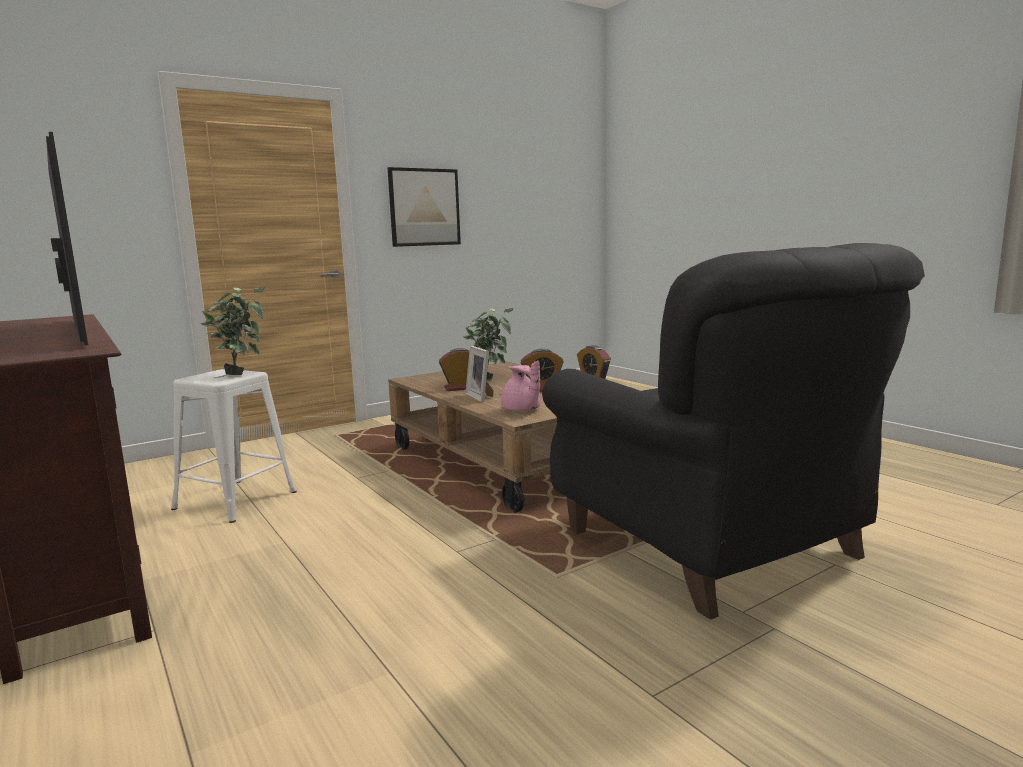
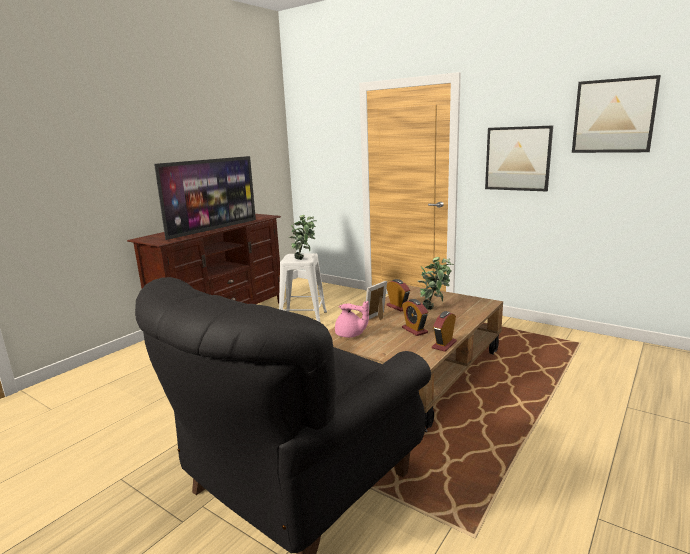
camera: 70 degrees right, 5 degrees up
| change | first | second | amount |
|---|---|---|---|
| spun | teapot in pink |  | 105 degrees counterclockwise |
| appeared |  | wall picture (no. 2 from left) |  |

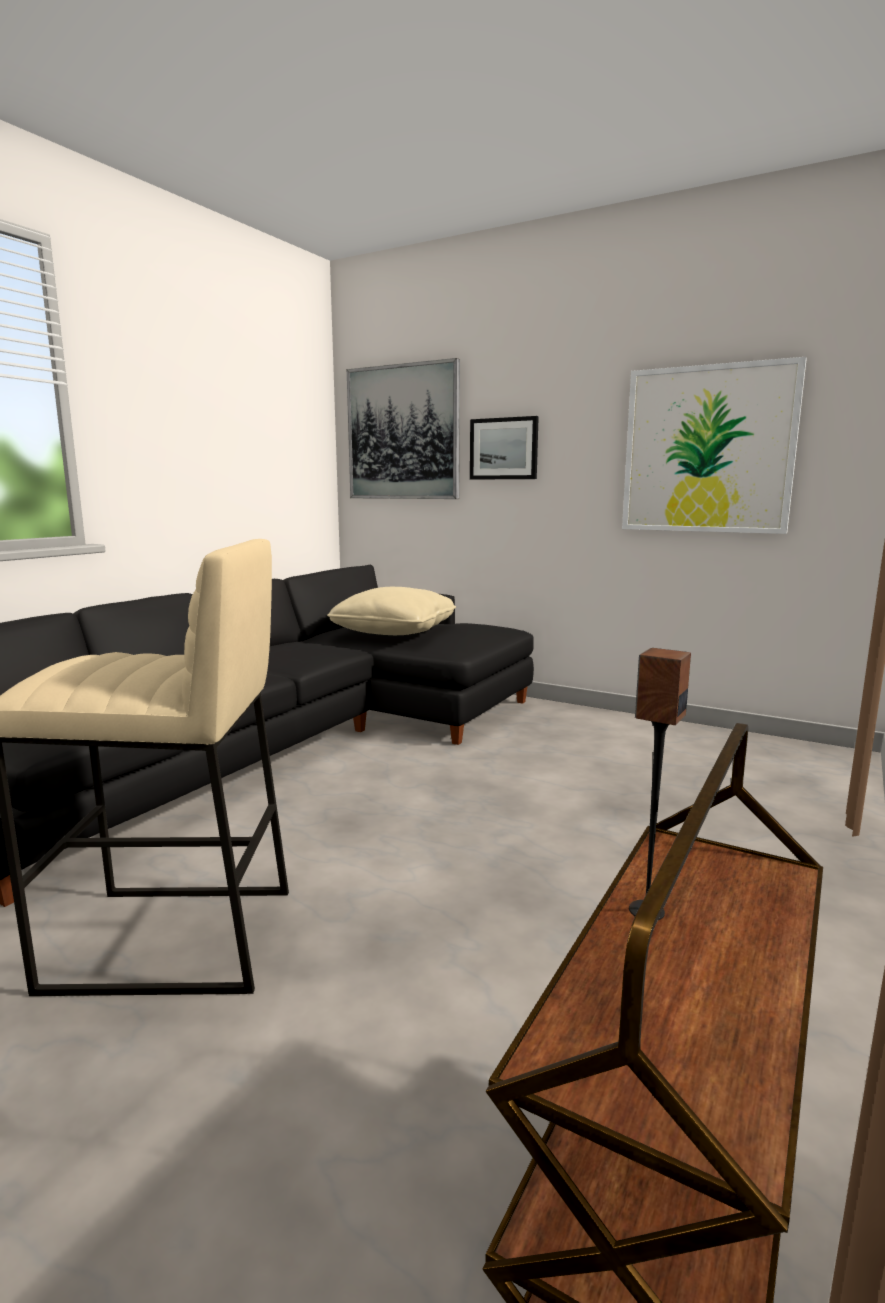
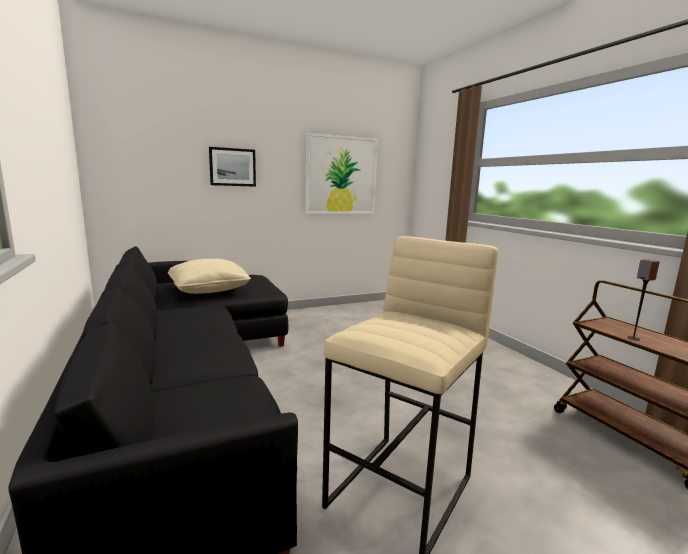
camera: 55 degrees left, 0 degrees up
| change | first | second | amount |
|---|---|---|---|
| missing | wall picture (no. 1 from left) |  |  |

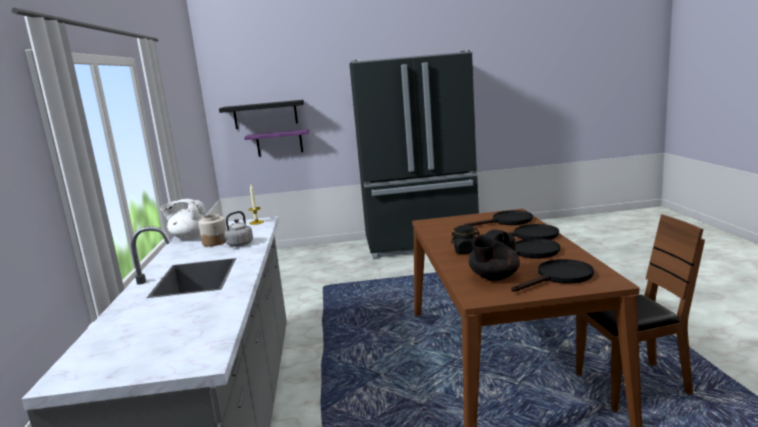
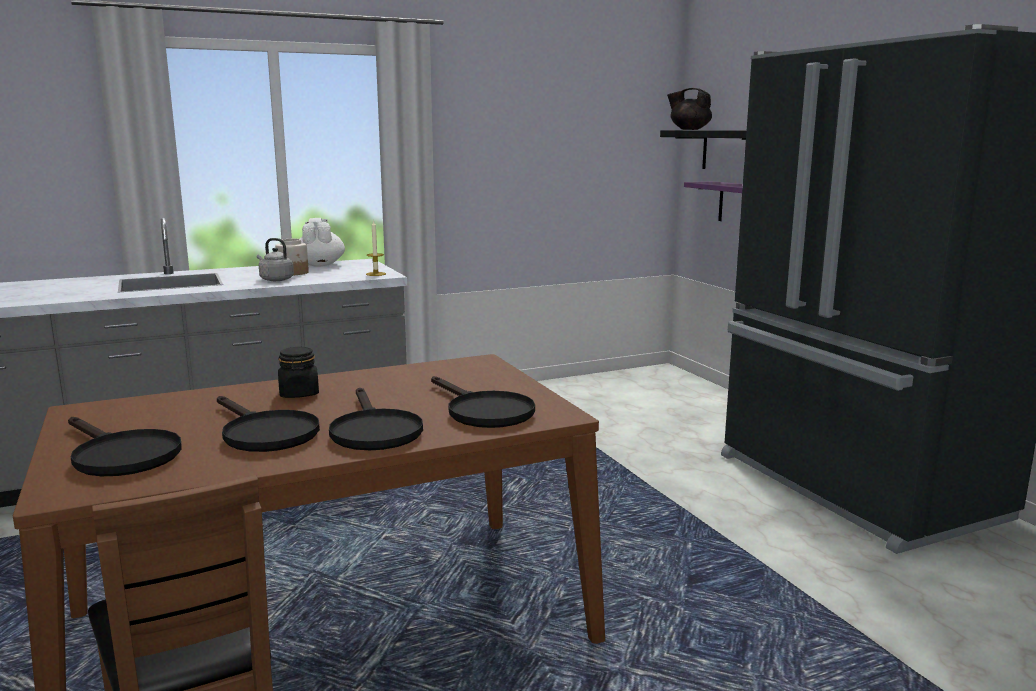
camera: 70 degrees right, 0 degrees up
| change | first | second | amount |
|---|---|---|---|
| relocated | teapot in black-coloured |  |  |

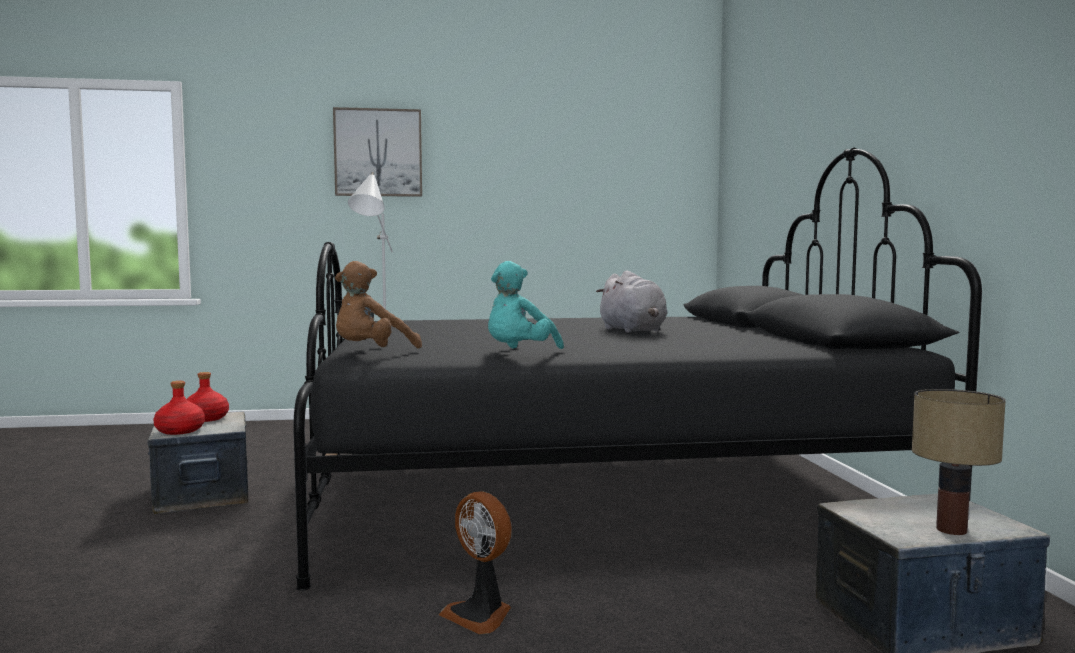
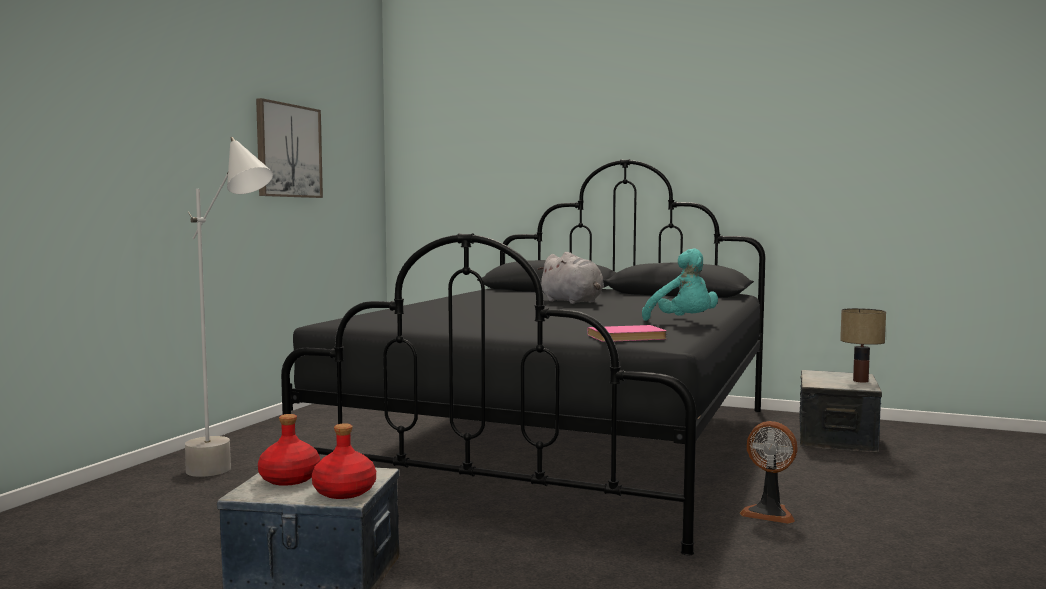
camera: 60 degrees left, 0 degrees up
| change | first | second | amount |
|---|---|---|---|
| relocated | wall picture |  |  |
| exchanged | cuddly toy in brown | book in pink |  |
| spun | cuddly toy in greyish |  | 45 degrees clockwise |
| spun | fan |  | 45 degrees clockwise |

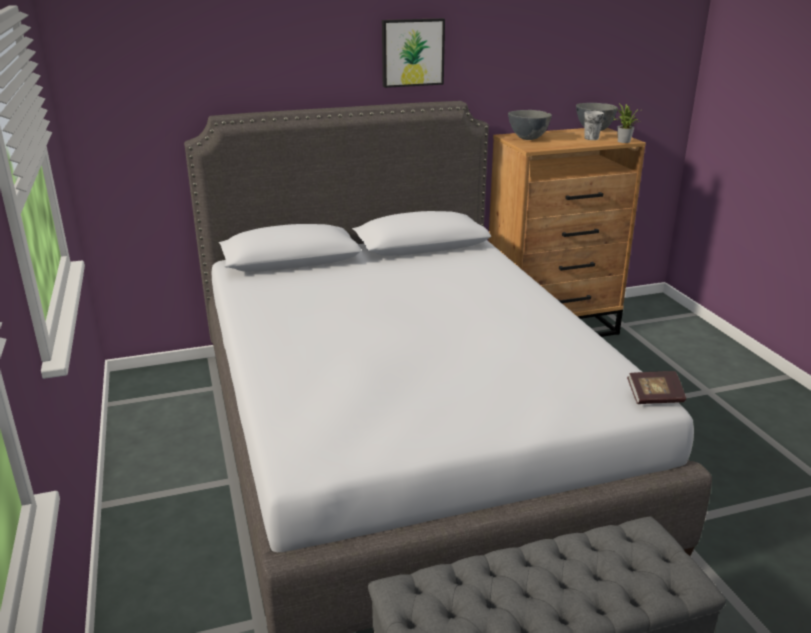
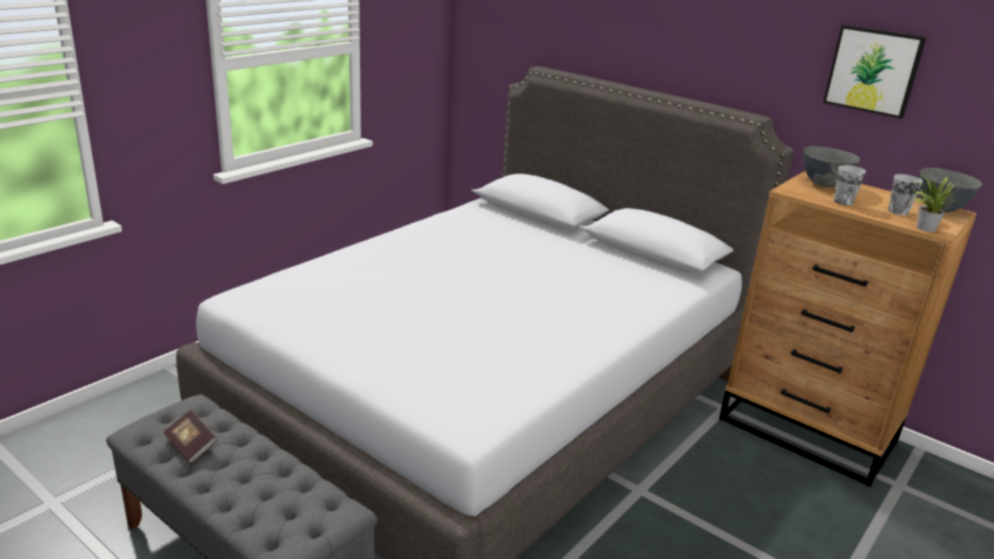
camera: 55 degrees right, 0 degrees up
| change | first | second | amount |
|---|---|---|---|
| relocated | wall picture |  |  |
| relocated | book |  |  |
| appeared |  | cup (no. 1 from left) |  |

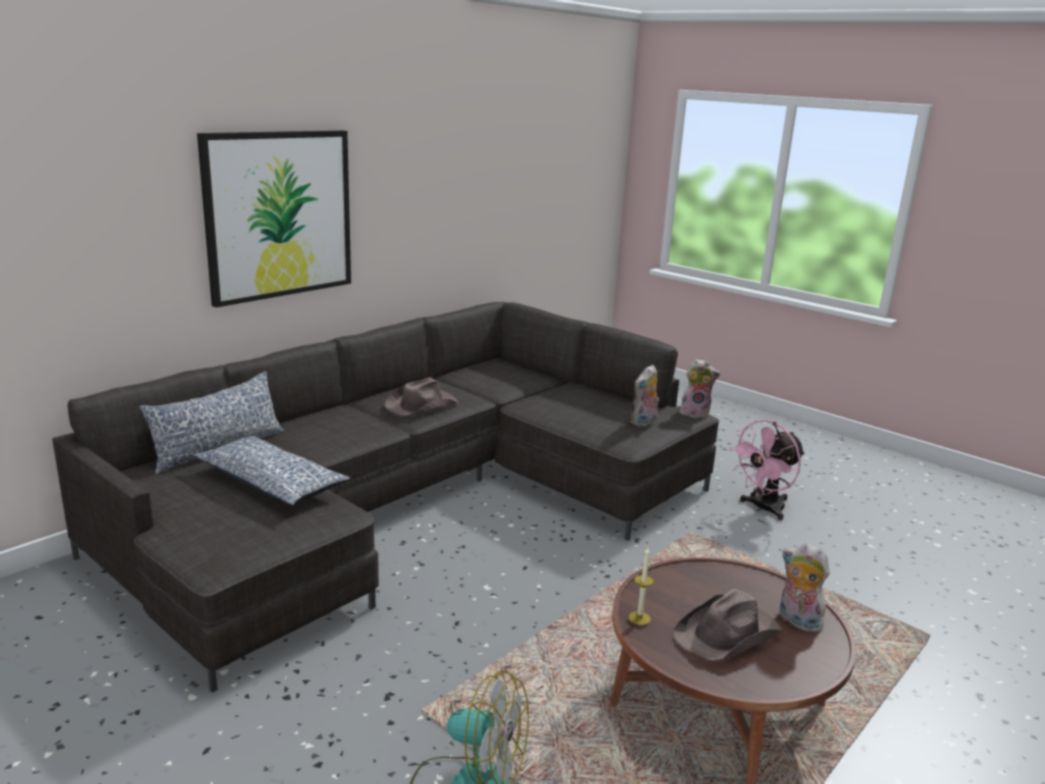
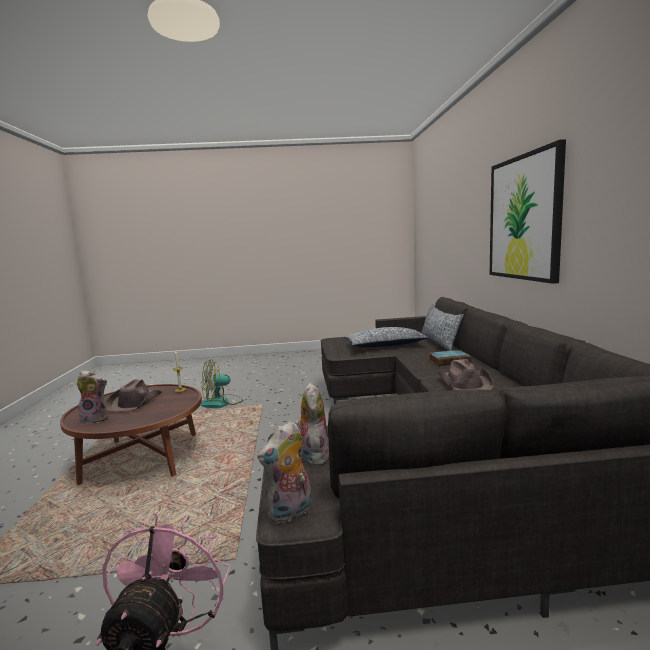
camera: 135 degrees right, 10 degrees down
| change | first | second | amount |
|---|---|---|---|
| appeared |  | book |  |

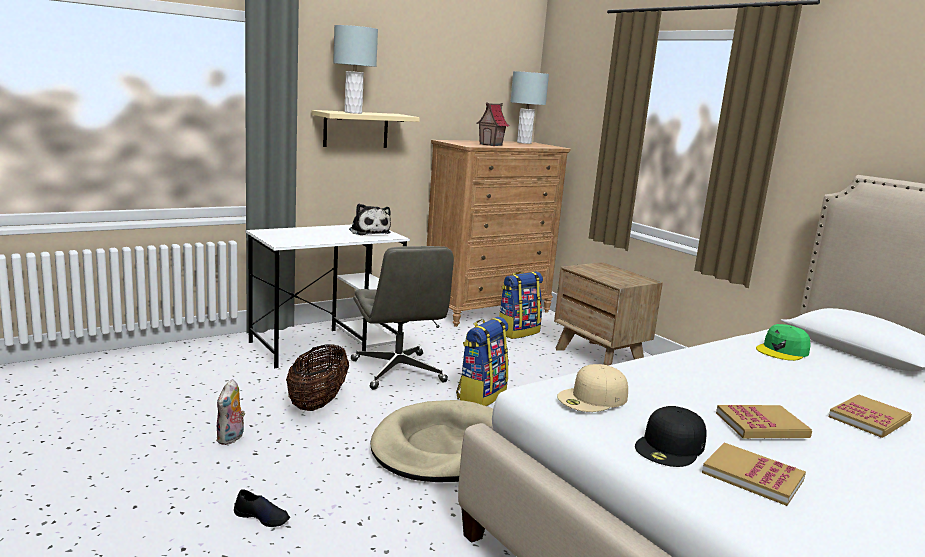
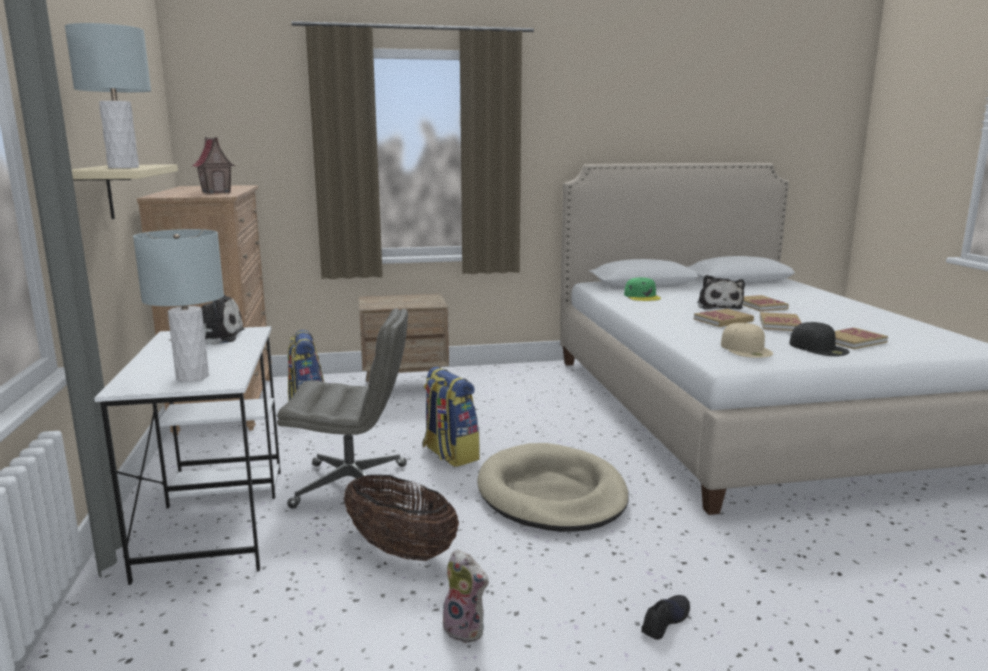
camera: 65 degrees left, 0 degrees up
| change | first | second | amount |
|---|---|---|---|
| relocated | table lamp in greyish (no. 2 from left) |  |  |
| appeared |  | cuddly toy (no. 3 from left) |  |
| appeared |  | book (no. 1 from left) |  |

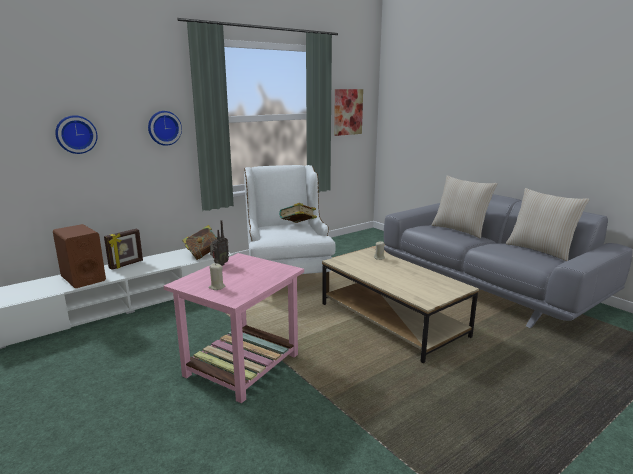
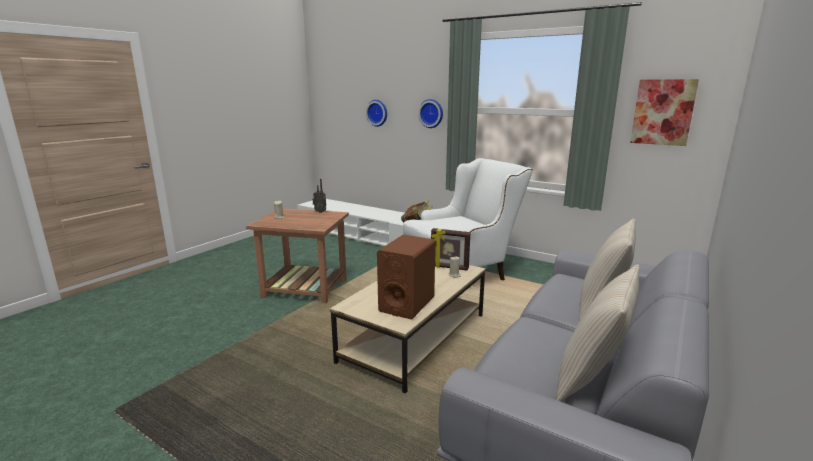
camera: 70 degrees right, 0 degrees up
| change | first | second | amount |
|---|---|---|---|
| missing | book (no. 2 from left) |  |  |
| relocated | loudspeaker in brown |  |  |
| relocated | picture frame |  |  |
| colour | side table in pink | side table in brown |  |

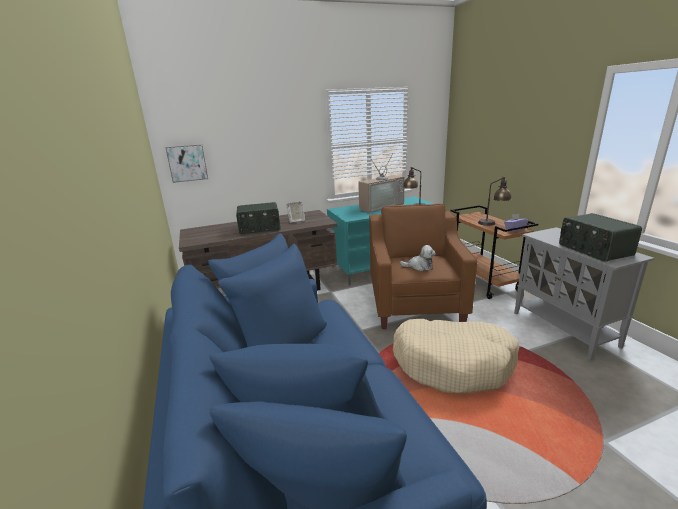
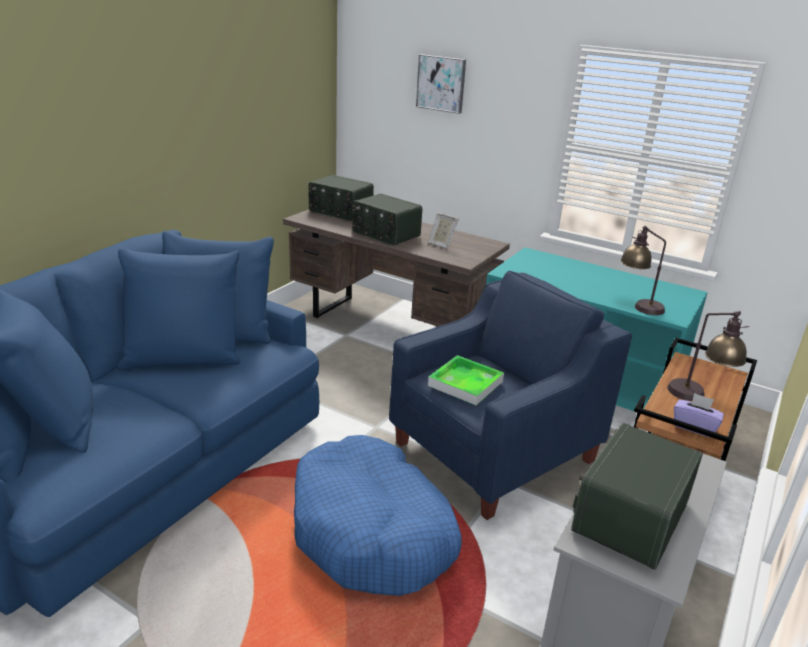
camera: 50 degrees right, 5 degrees up
| change | first | second | amount |
|---|---|---|---|
| relocated | wall picture |  |  |
| missing | television |  |  |
| colour | armchair in brown | armchair in blue |  |
| exchanged | cuddly toy | serving tray |  |
| colour | dog bed in beige | dog bed in blue |  |
| appeared |  | radio receiver (no. 1 from left) |  |

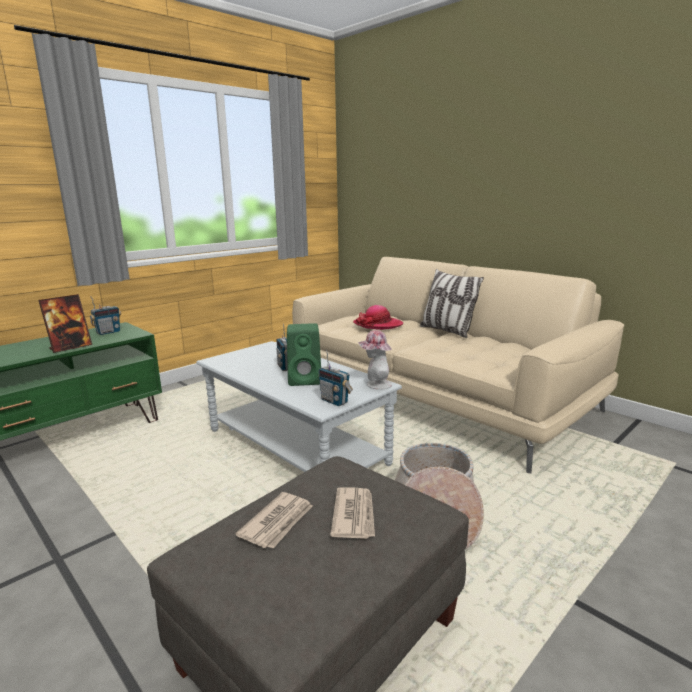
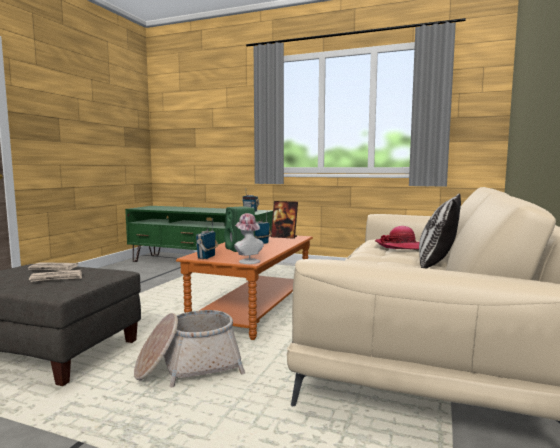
camera: 65 degrees right, 10 degrees down
| change | first | second | amount |
|---|---|---|---|
| relocated | picture frame |  |  |
| colour | coffee table in greyish | coffee table in orange |  |

